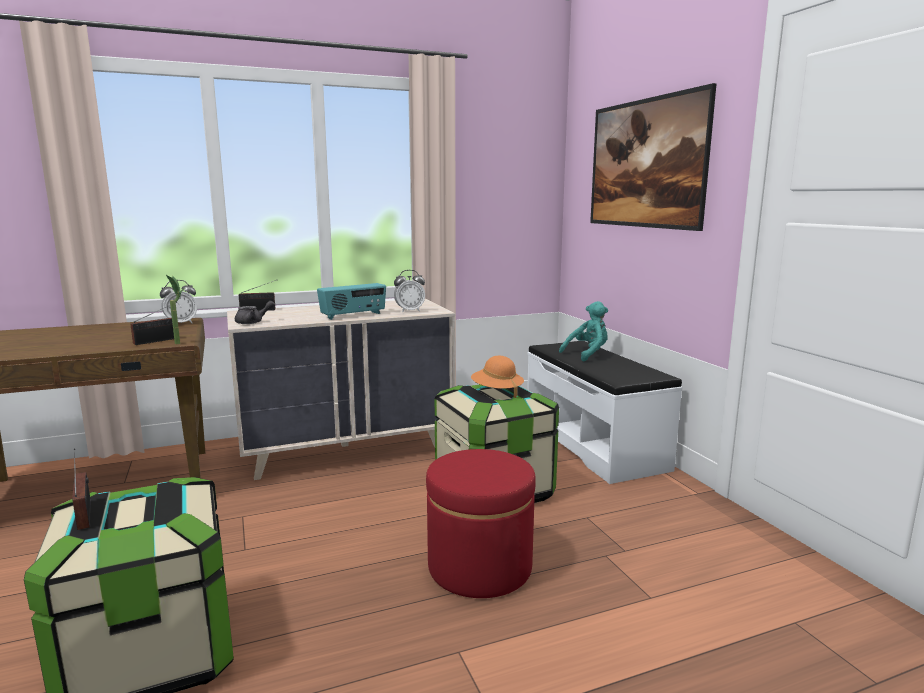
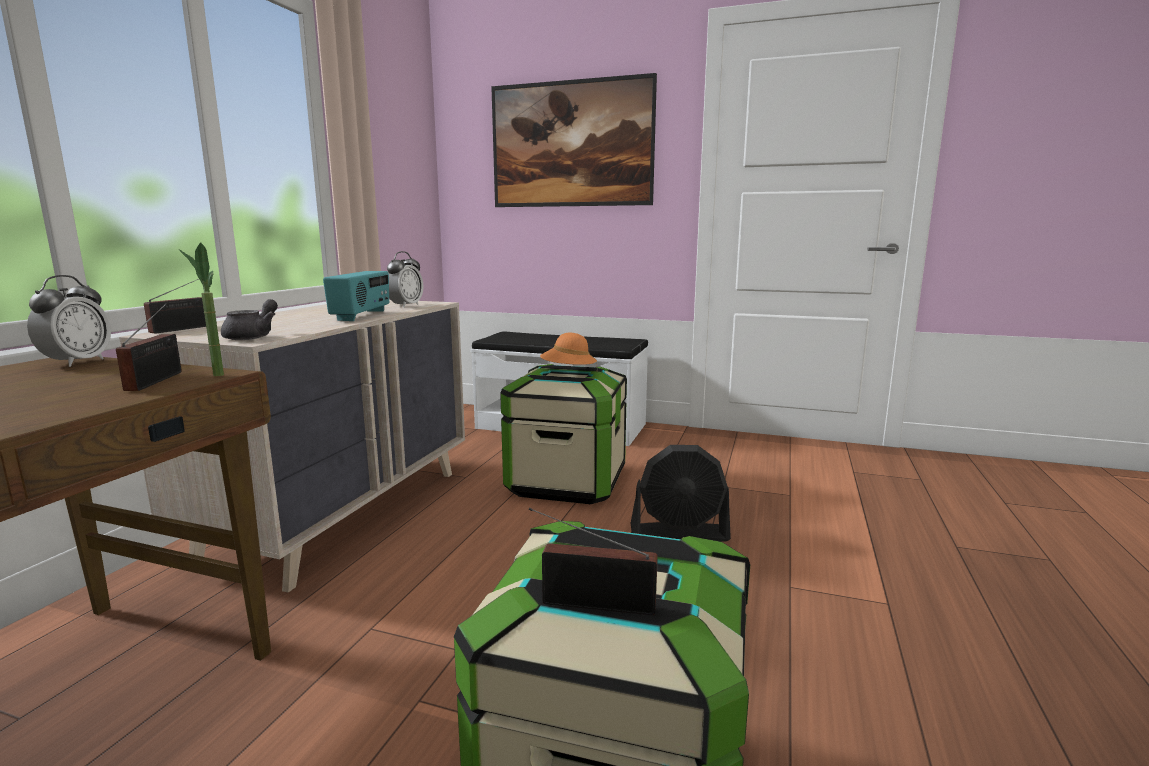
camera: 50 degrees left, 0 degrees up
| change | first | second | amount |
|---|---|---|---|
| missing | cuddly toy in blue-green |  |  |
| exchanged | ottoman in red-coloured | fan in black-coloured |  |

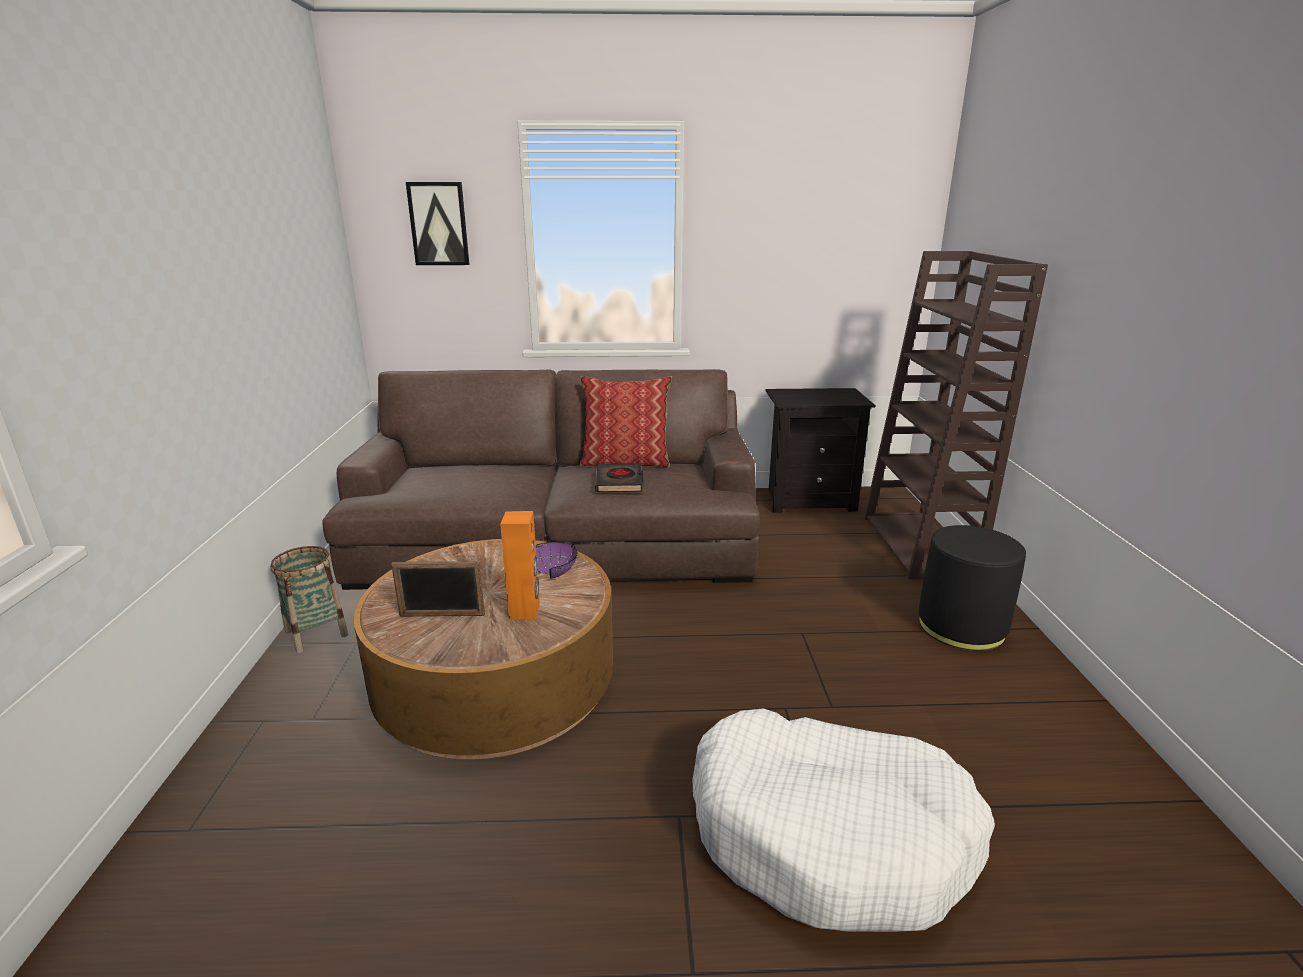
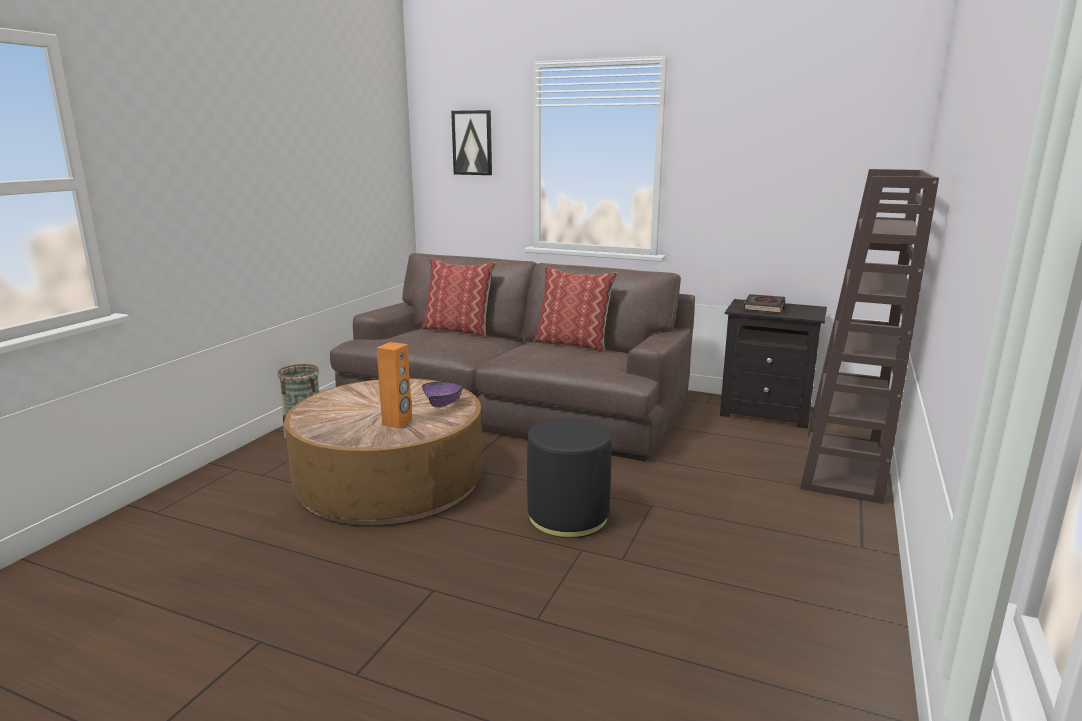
camera: 25 degrees right, 5 degrees down
| change | first | second | amount |
|---|---|---|---|
| relocated | book in black-coloured |  |  |
| relocated | ottoman in black-coloured |  |  |
| missing | picture frame |  |  |
| missing | dog bed in white-coloured |  |  |
| appeared |  | pillow (no. 1 from left) |  |

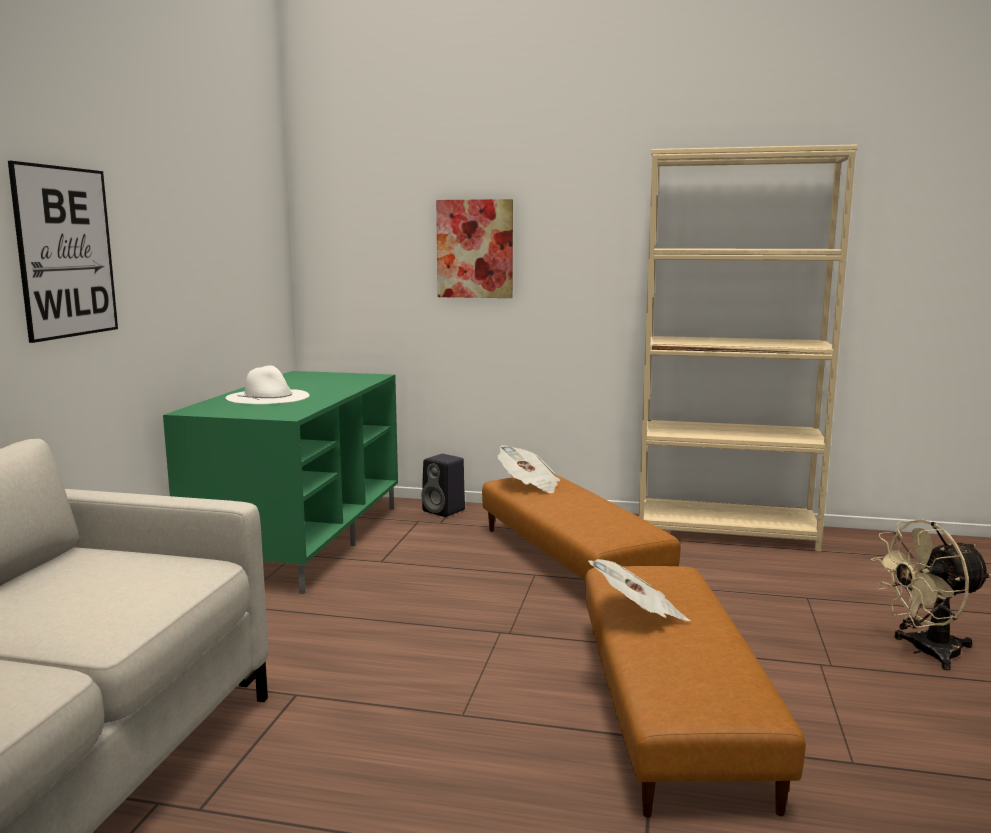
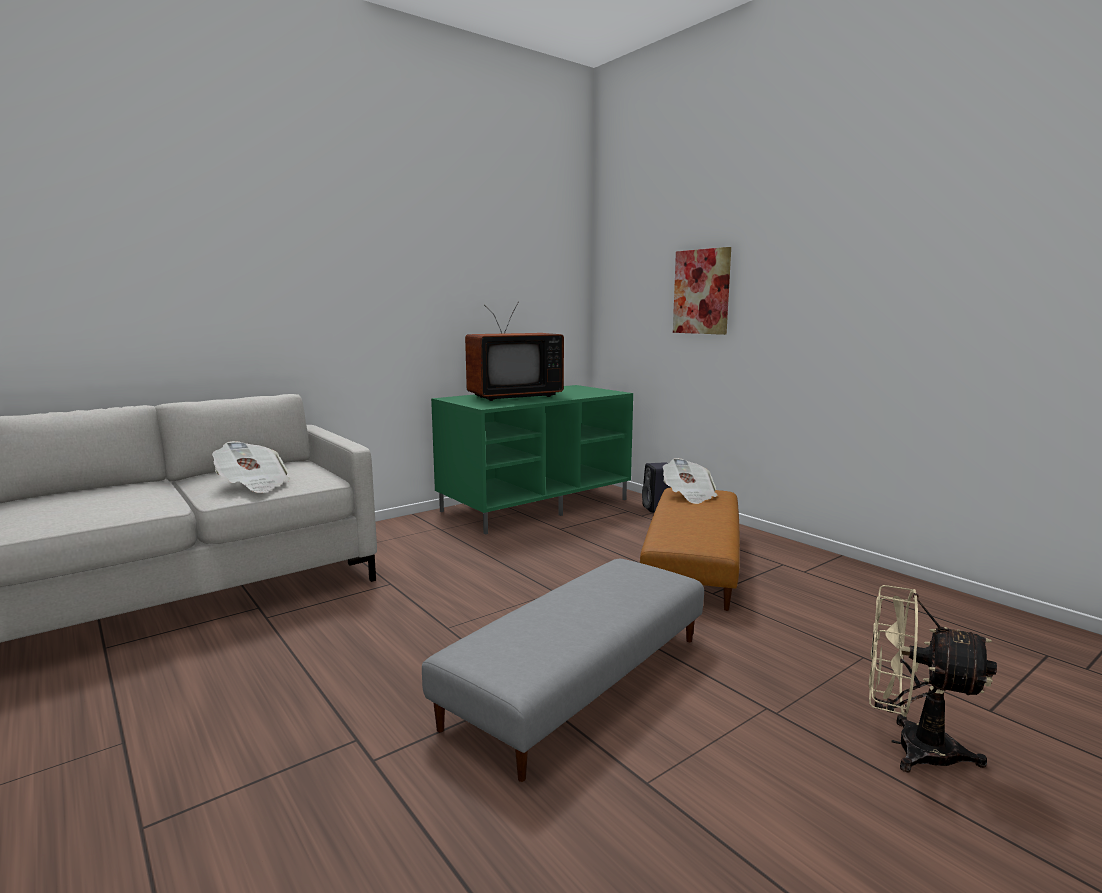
camera: 40 degrees right, 0 degrees up
| change | first | second | amount |
|---|---|---|---|
| missing | bookshelf in beige |  |  |
| missing | wall picture (no. 1 from left) |  |  |
| exchanged | clothing hat in white-coloured | television |  |
| relocated | newspaper (no. 2 from left in the first image) | newspaper (no. 1 from left) |  |
| colour | ottoman in brown (no. 2 from left) | ottoman in greyish |  |

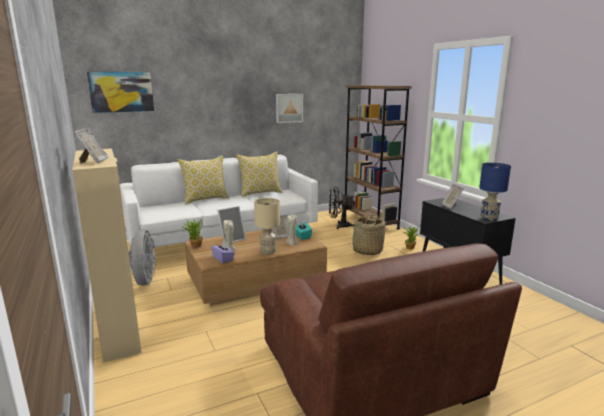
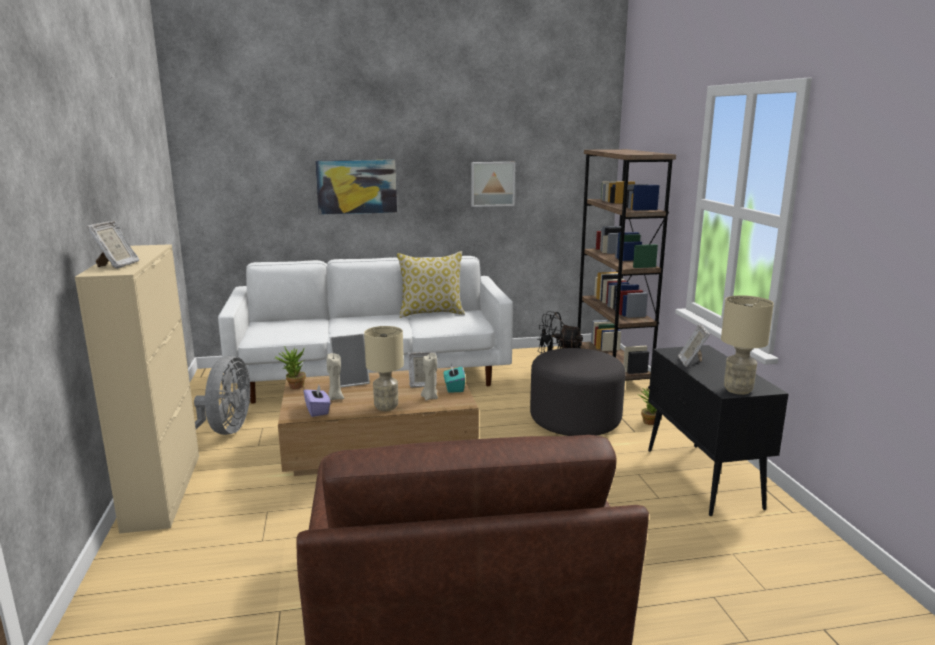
camera: 15 degrees right, 0 degrees up
| change | first | second | amount |
|---|---|---|---|
| relocated | wall picture (no. 1 from left) |  |  |
| missing | pillow (no. 1 from left) |  |  |
| colour | table lamp in blue | table lamp in beige (no. 2 from left) |  |
| exchanged | basket | ottoman in greyish |  |

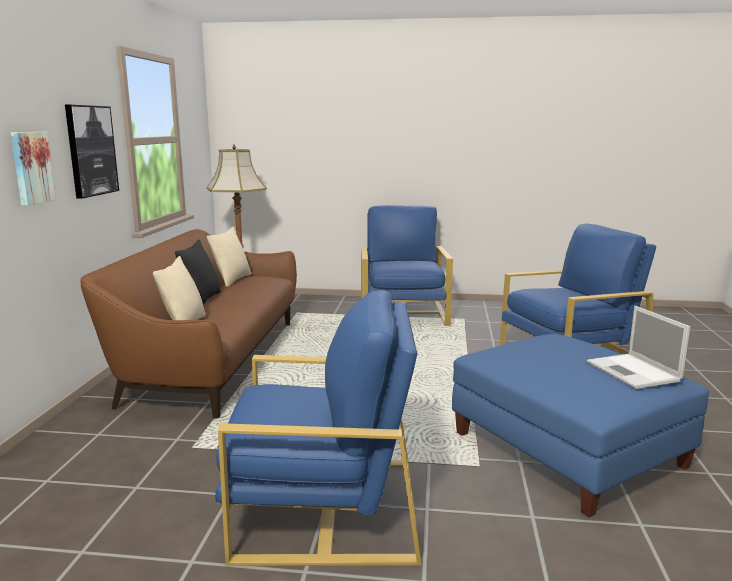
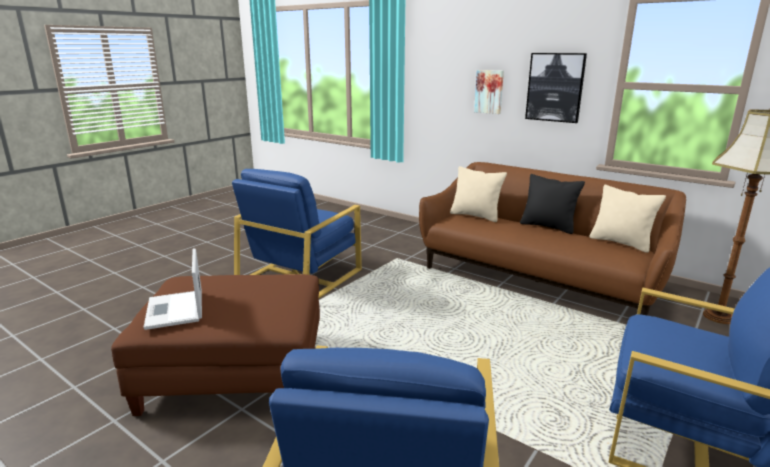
camera: 120 degrees right, 5 degrees up
| change | first | second | amount |
|---|---|---|---|
| spun | portable computer |  | 120 degrees counterclockwise |
| colour | ottoman in blue | ottoman in brown |  |

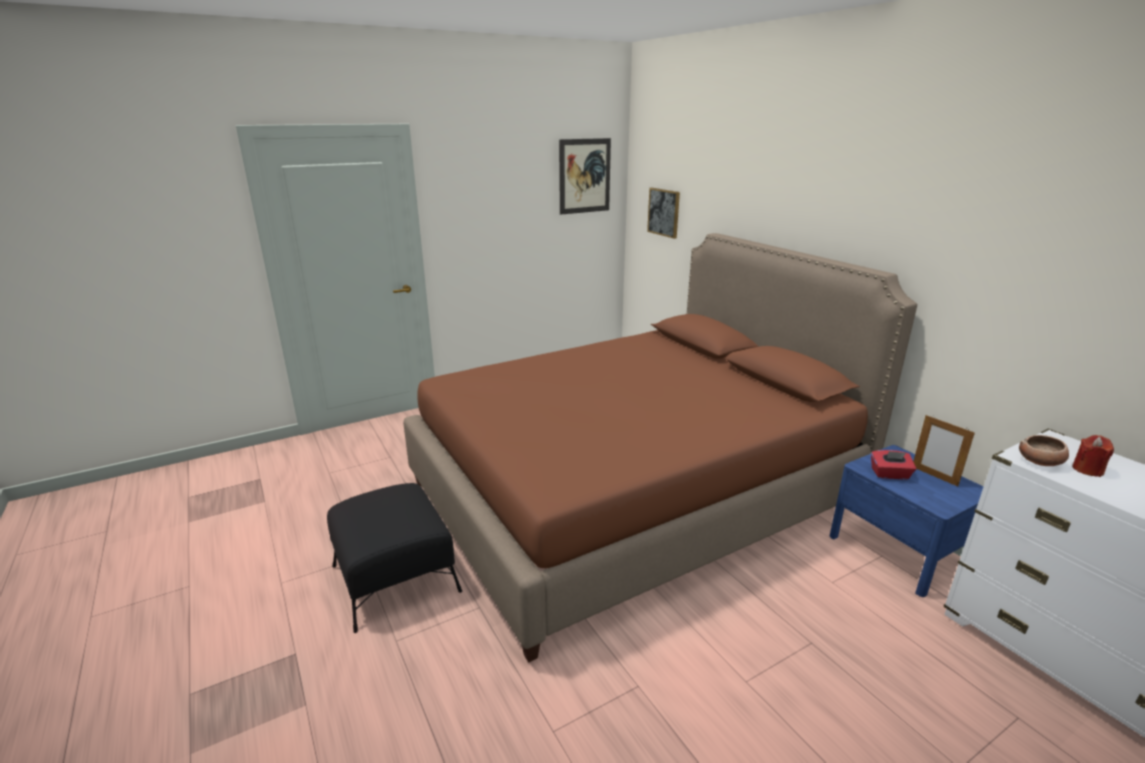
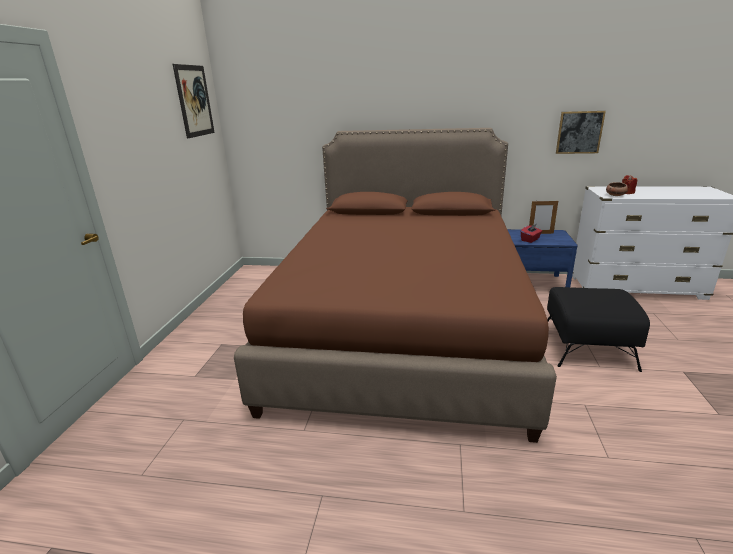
camera: 50 degrees left, 0 degrees up
| change | first | second | amount |
|---|---|---|---|
| relocated | wall picture (no. 2 from left) |  |  |
| relocated | ottoman in black-coloured |  |  |

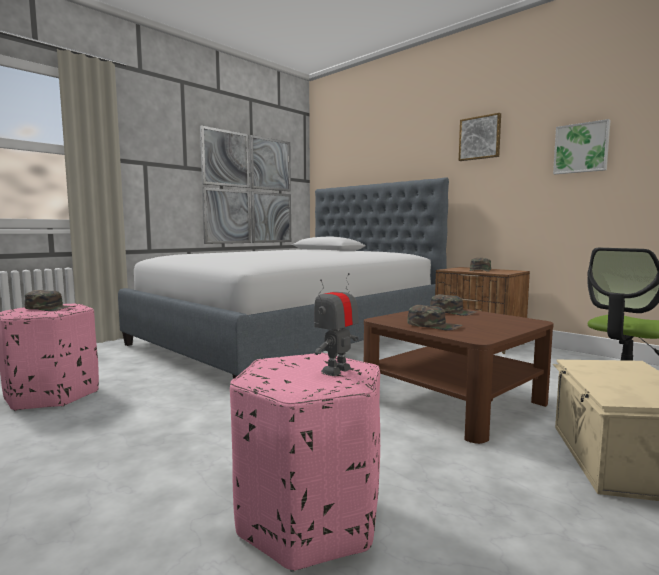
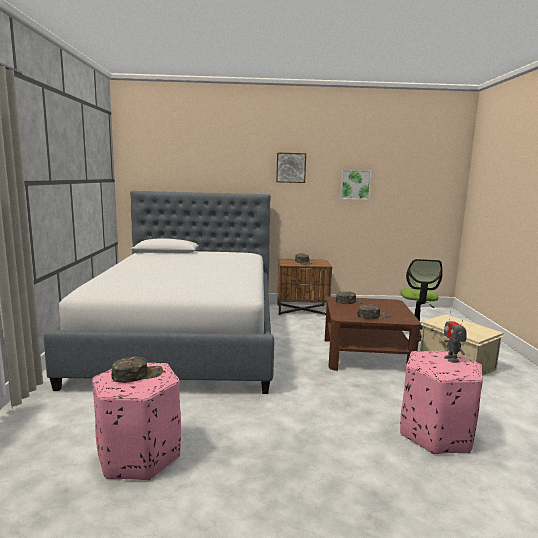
camera: 45 degrees left, 5 degrees up
| change | first | second | amount |
|---|---|---|---|
| missing | wall picture (no. 1 from left) |  |  |

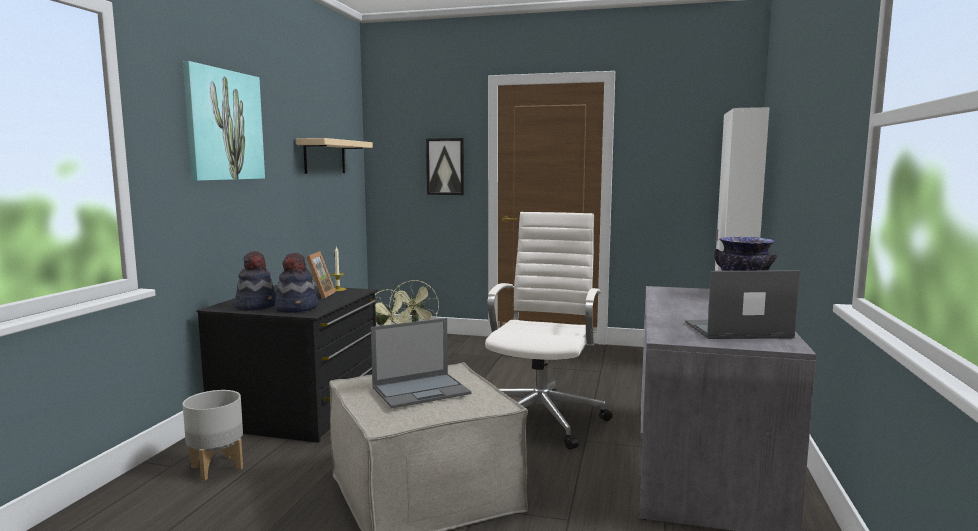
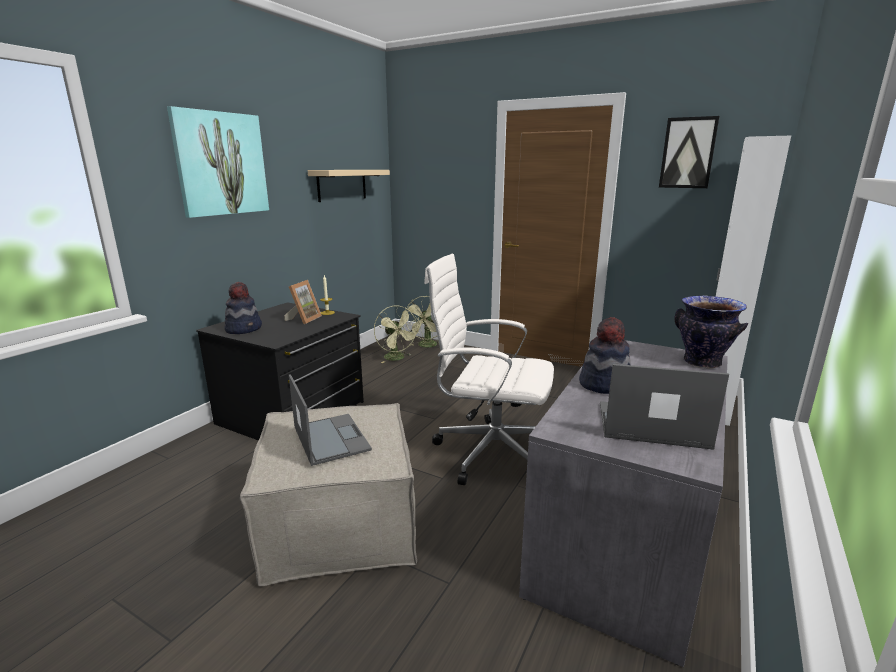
camera: 15 degrees right, 10 degrees up
| change | first | second | amount |
|---|---|---|---|
| relocated | wall picture (no. 2 from left) |  |  |
| spun | office chair in white-coloured |  | 105 degrees counterclockwise |
| relocated | clothing hat (no. 2 from left) |  |  |
| spun | portable computer (no. 1 from left) |  | 105 degrees counterclockwise |
| missing | plant pot in greyish |  |  |

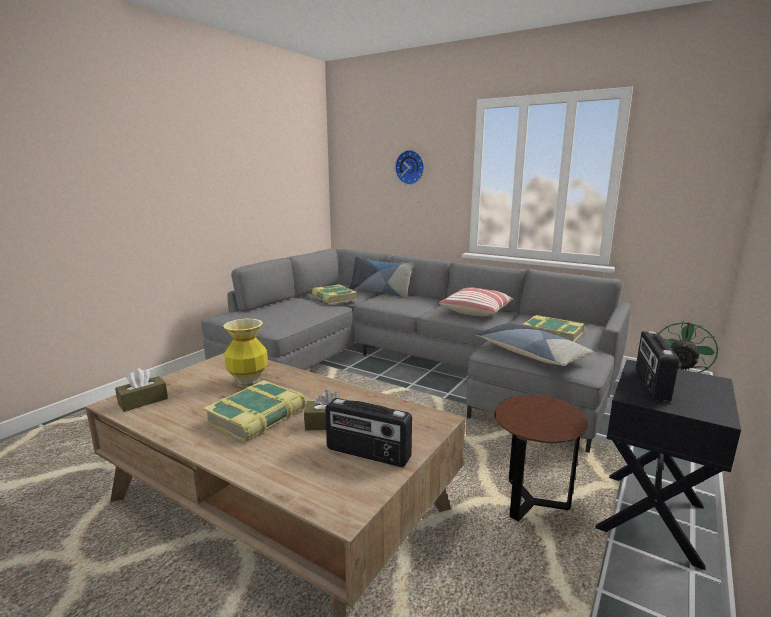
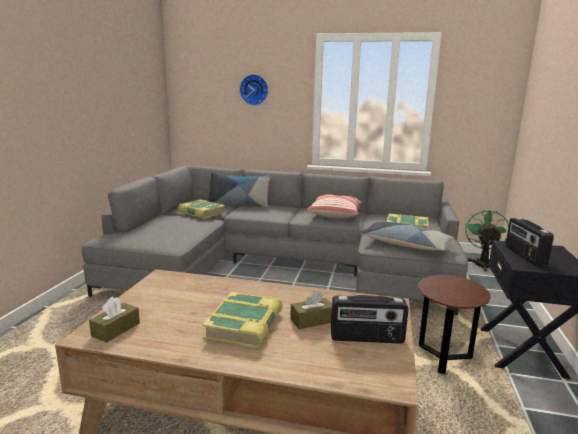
camera: 20 degrees left, 0 degrees up
| change | first | second | amount |
|---|---|---|---|
| missing | decorative vase |  |  |

